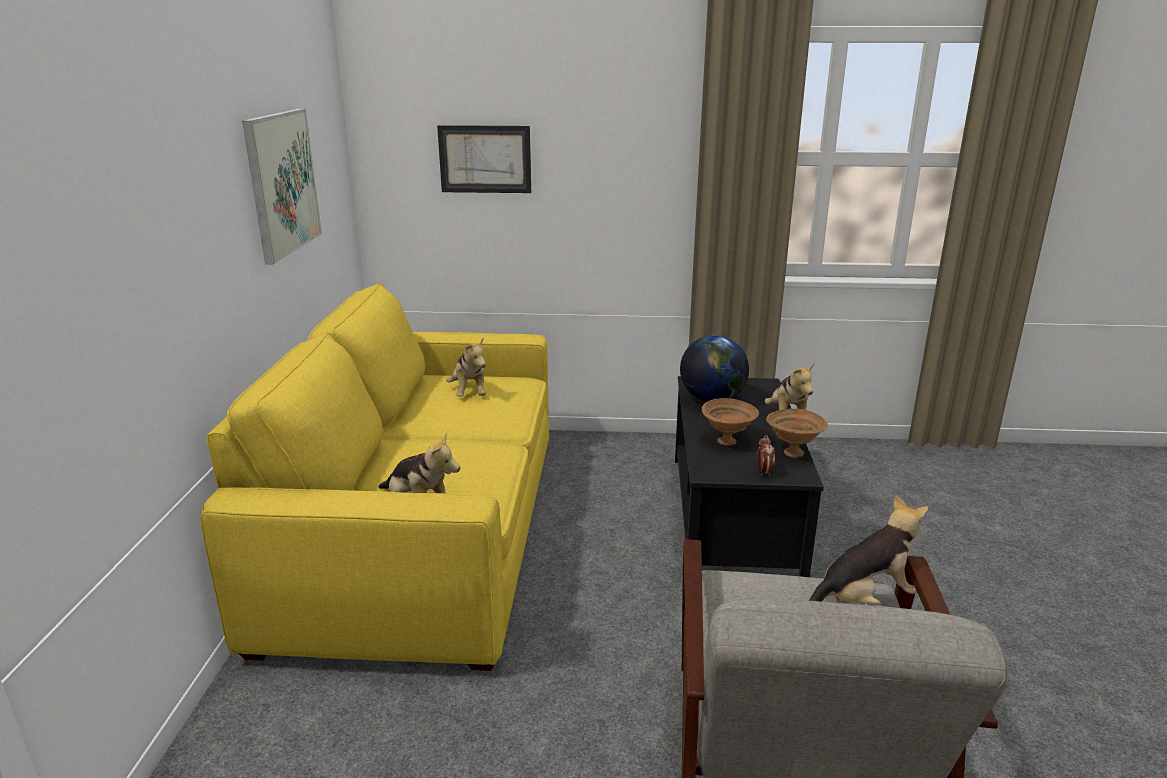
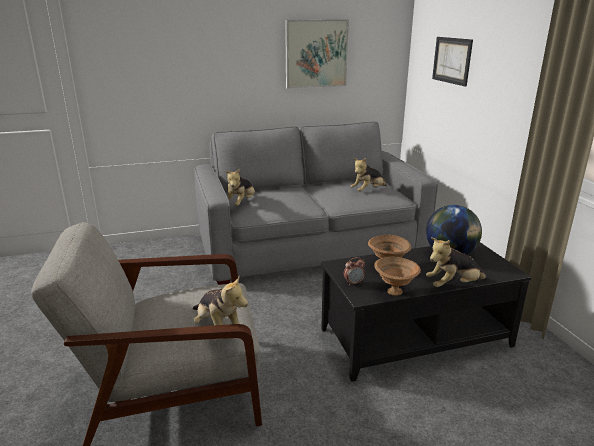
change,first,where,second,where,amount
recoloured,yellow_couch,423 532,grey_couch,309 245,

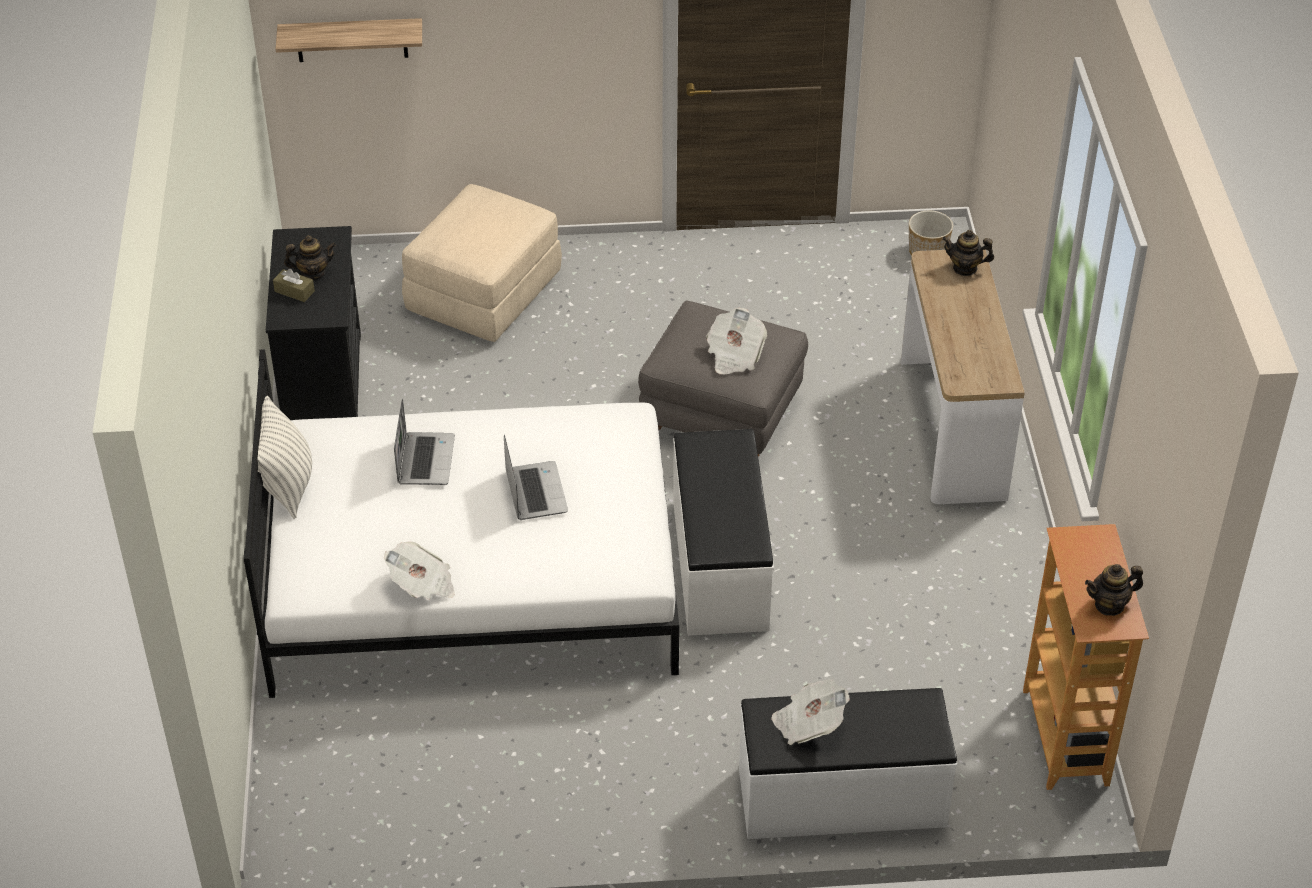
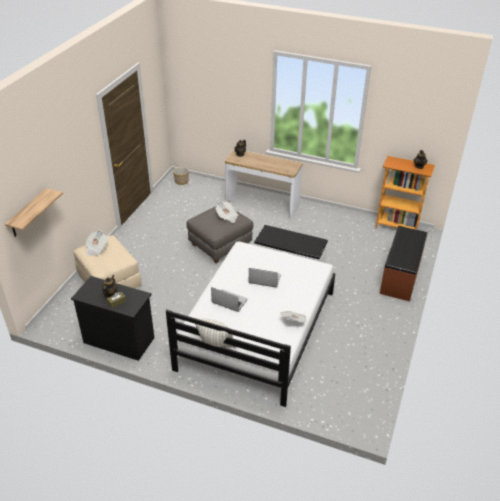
change,first,where,second,where,amount
moved,daily_paper,808 724,,96 249,
recoloured,whitish_indoor_bench,842 798,brownish_indoor_bench,401 276,

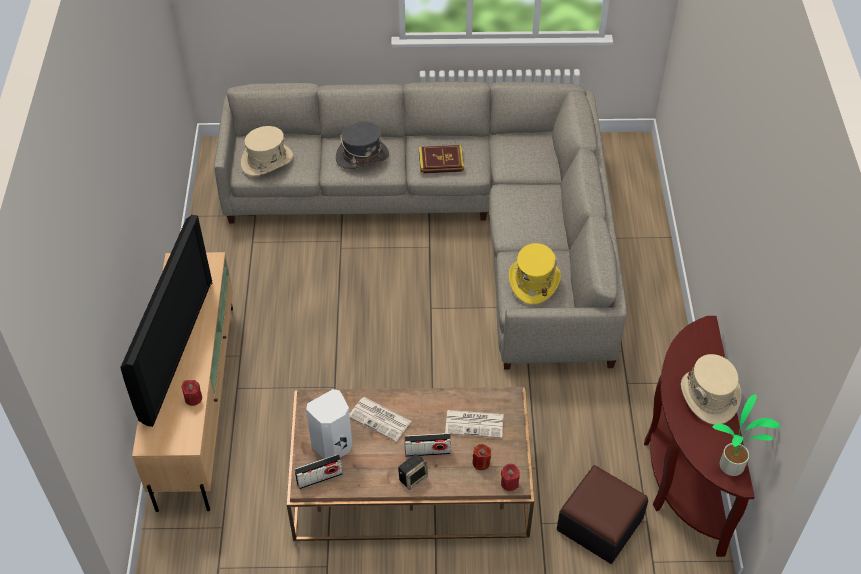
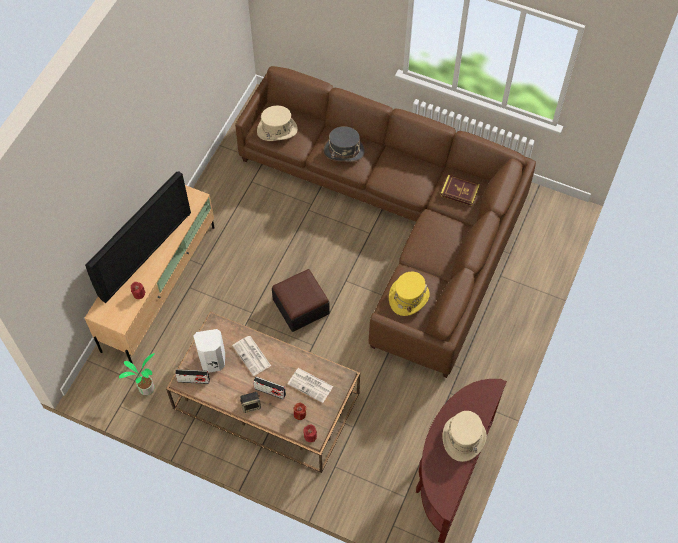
change,first,where,second,where,amount
moved,volume,441 161,,459 191,
moved,ottoman,600 524,,301 306,
moved,potted_plant,732 467,,146 389,
recoloured,grey_couch,453 220,brownish_couch,397 218,

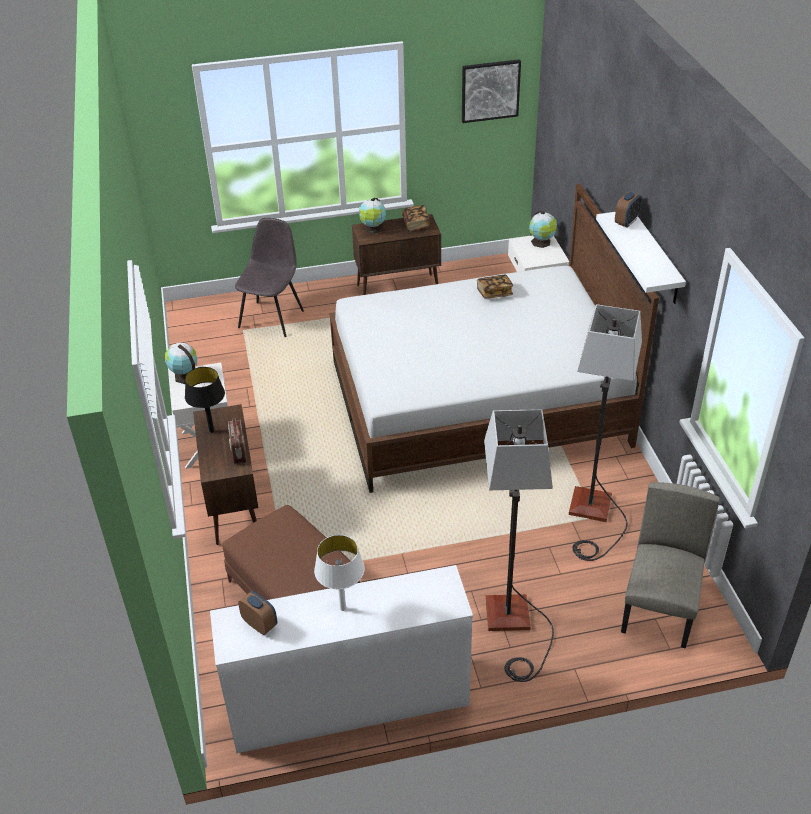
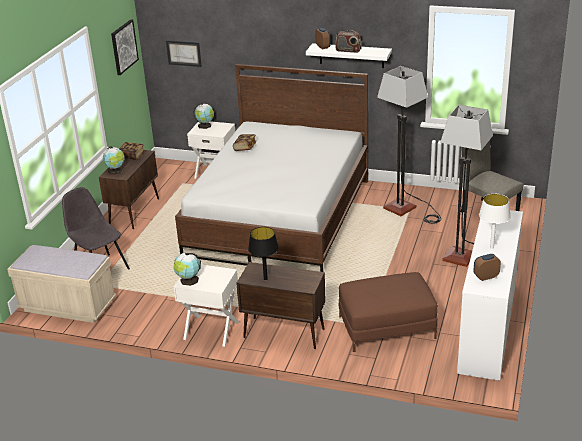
change,first,where,second,where,amount
added,,,sand-coloured_indoor_bench,67 306,
added,,,picture,184 53,
moved,radio,238 451,,348 50,

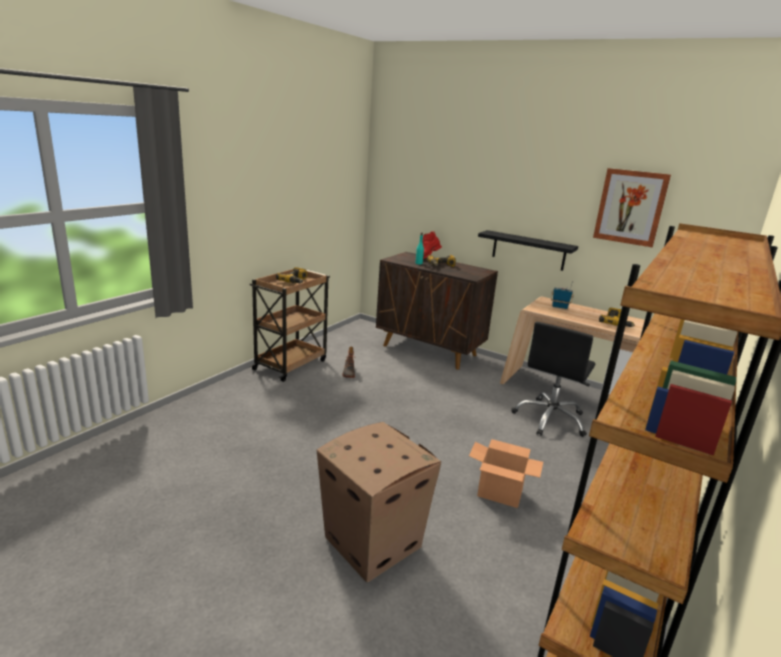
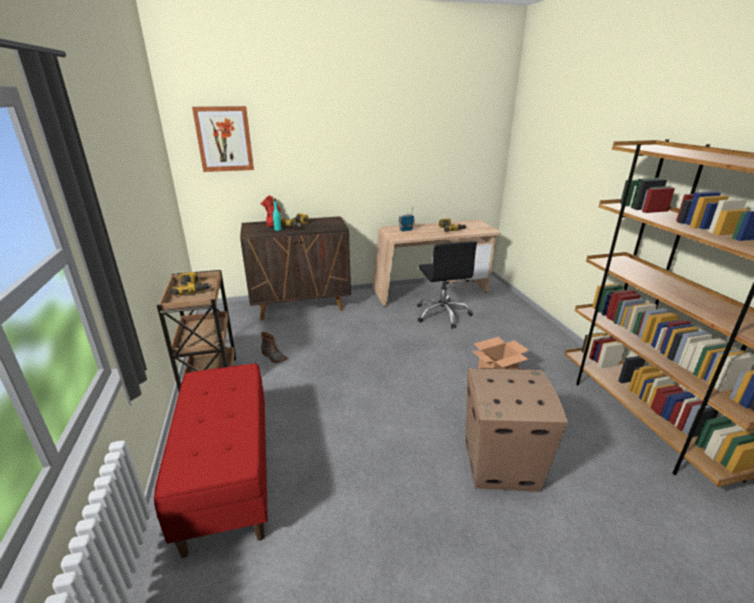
change,first,where,second,where,amount
removed,black-coloured_wall_shelf,528 250,,,
added,,,reddish_indoor_bench,227 476,
moved,picture,630 207,,224 139,

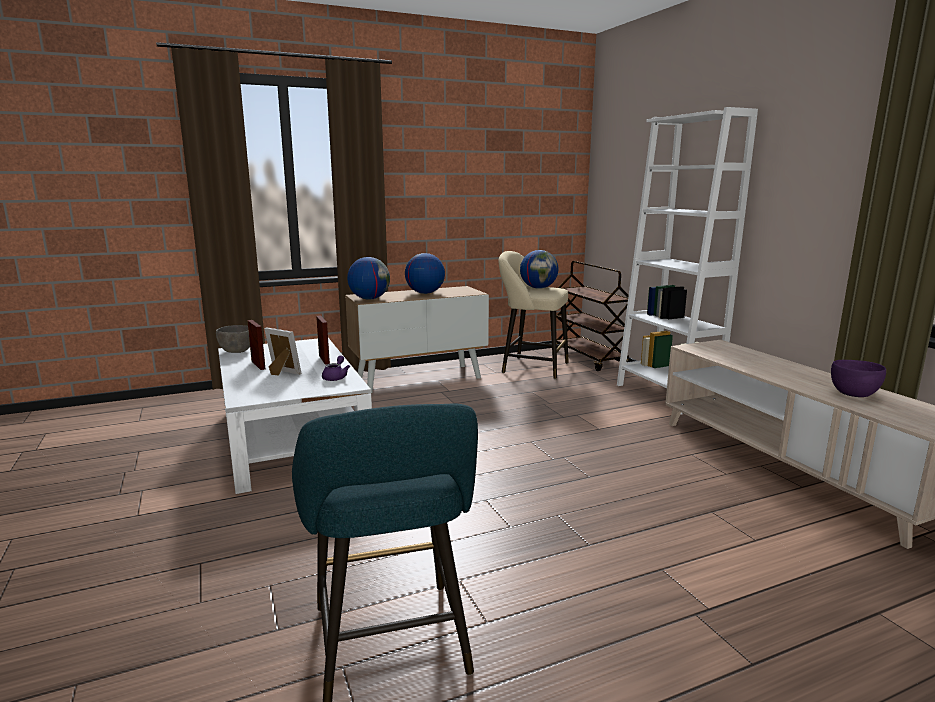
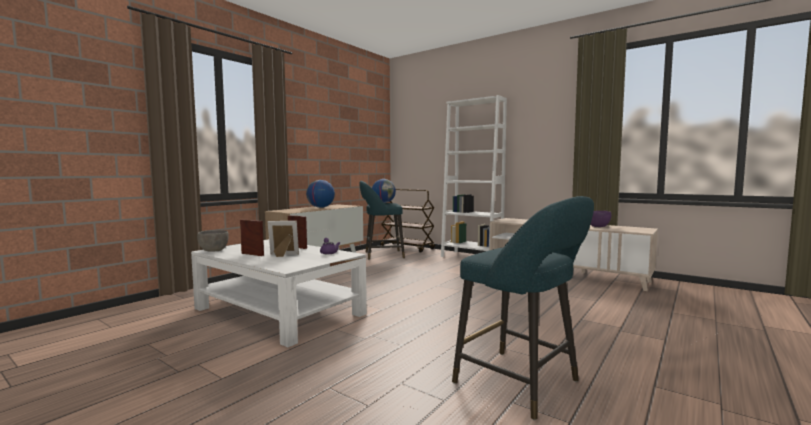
change,first,where,second,where,amount
removed,globe,369 299,,,
recoloured,sand-coloured_stool,531 367,turquoise_stool,381 255,

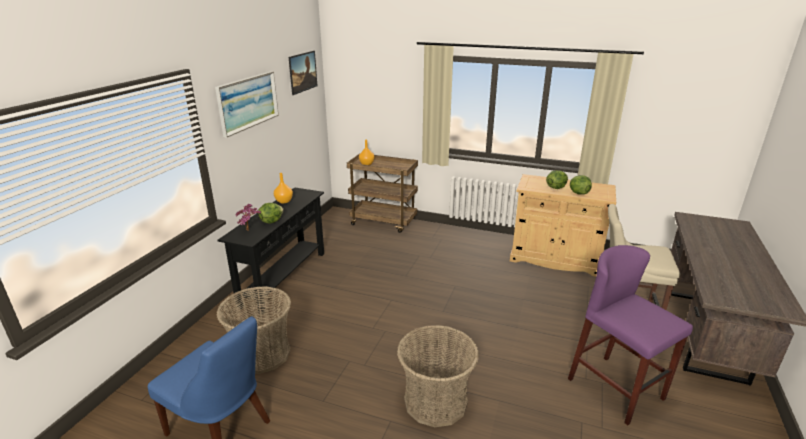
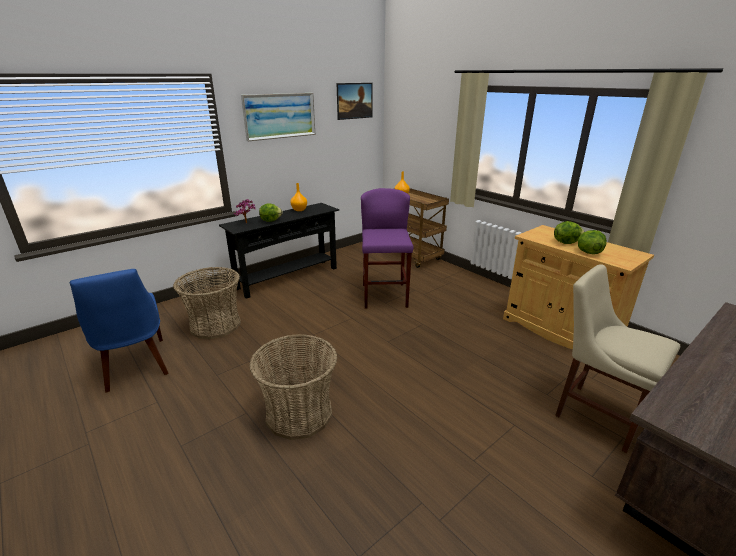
change,first,where,second,where,amount
moved,purplish_stool,615 389,,384 295,

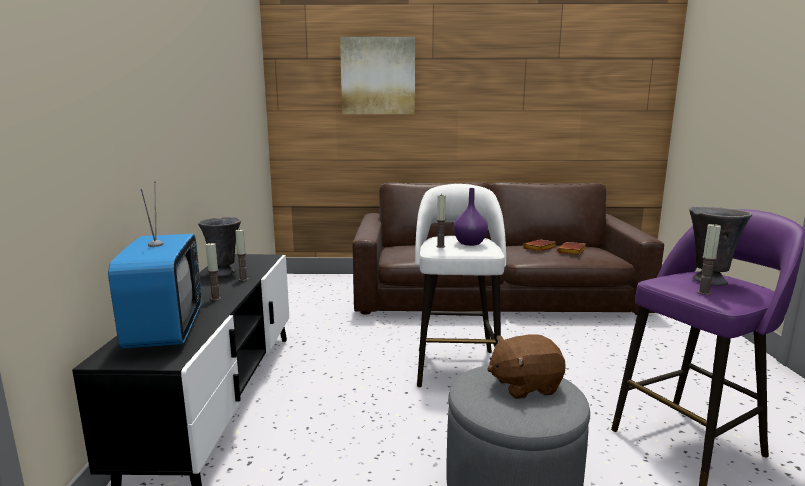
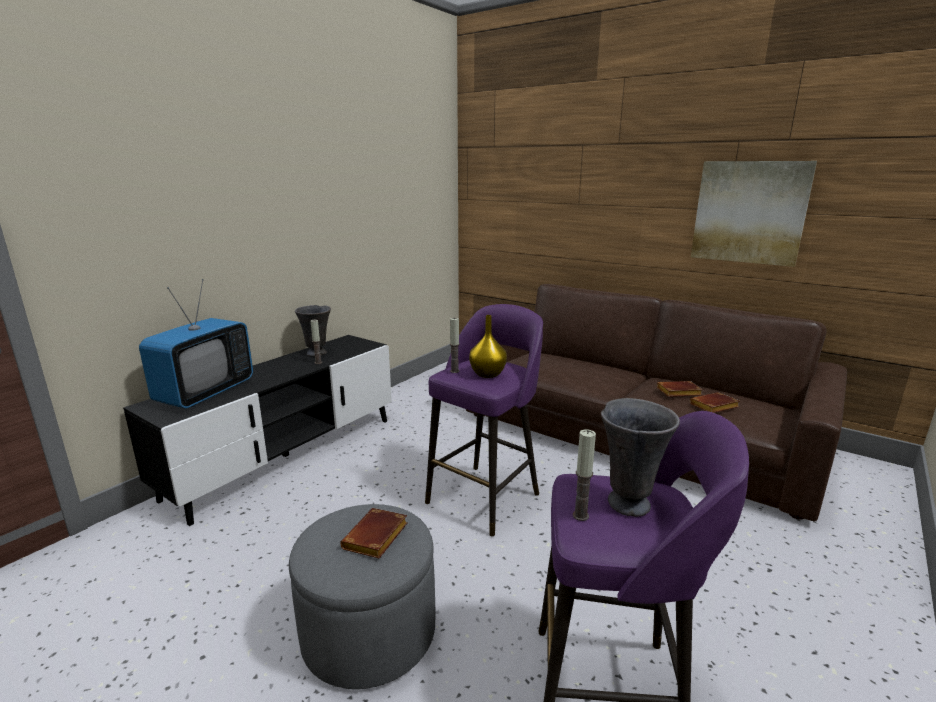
change,first,where,second,where,amount
removed,candle,215 298,,,
moved,picture,378 76,,749 212,
replaced,brownish_cuddly_toy,524 385,brownish_volume,376 539,
recoloured,whitish_stool,457 366,purplish_stool,485 497,
recoloured,purplish_decorative_vase,469 243,yellow_decorative_vase,487 374,

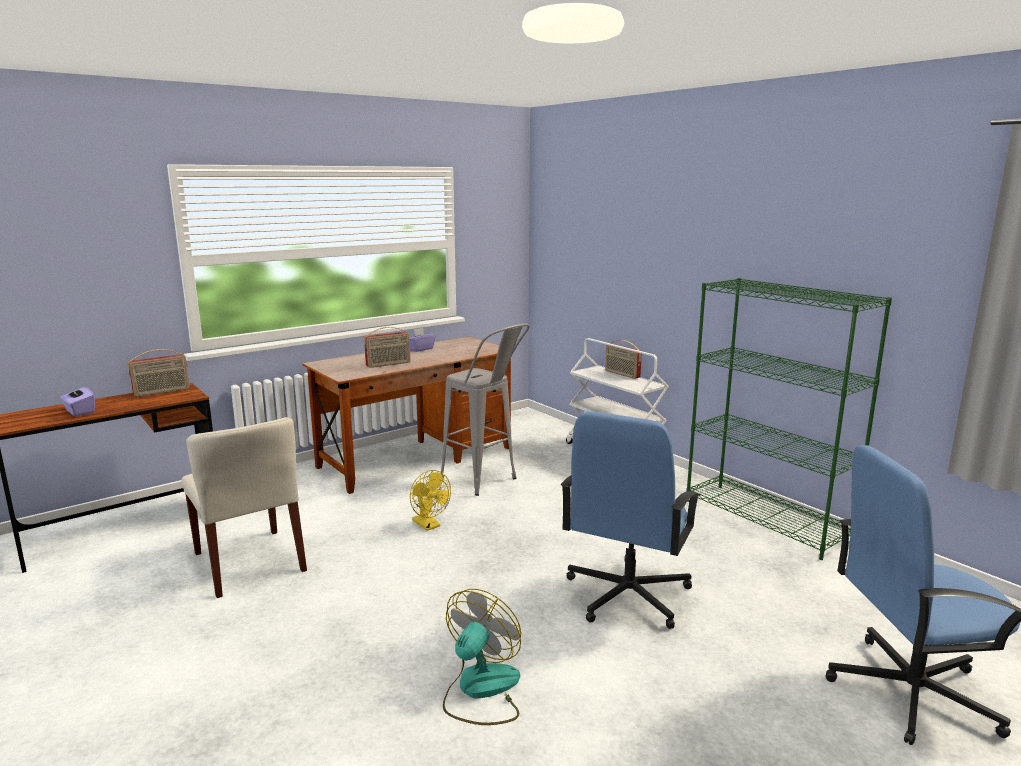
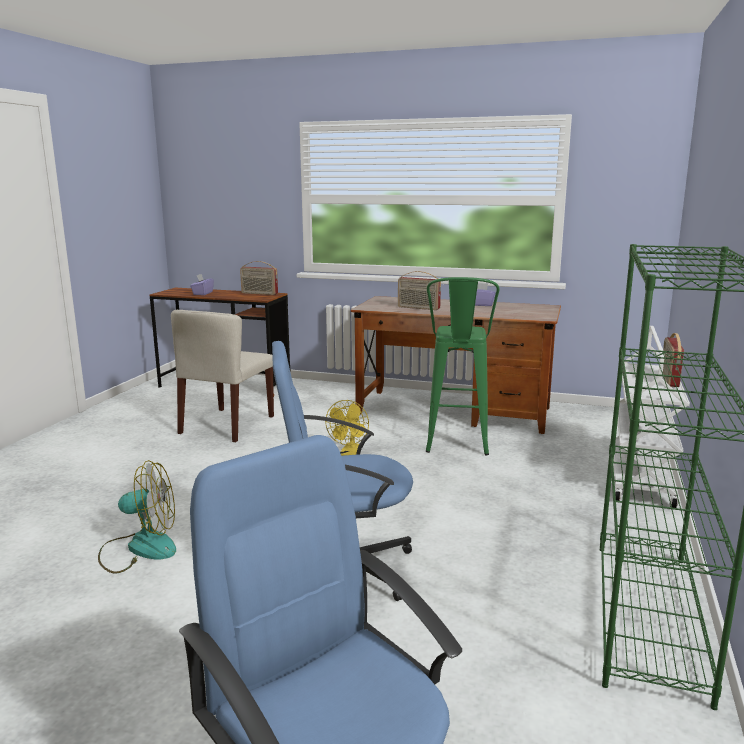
change,first,where,second,where,amount
recoloured,grey_stool,486 483,green_stool,457 448,

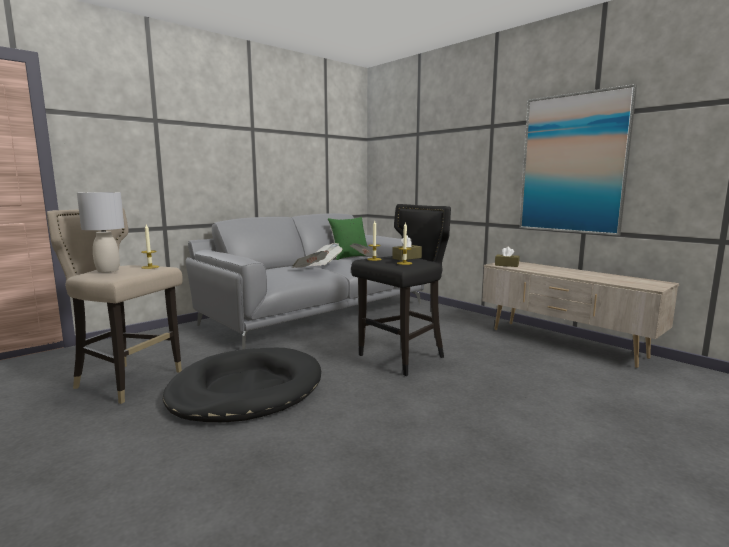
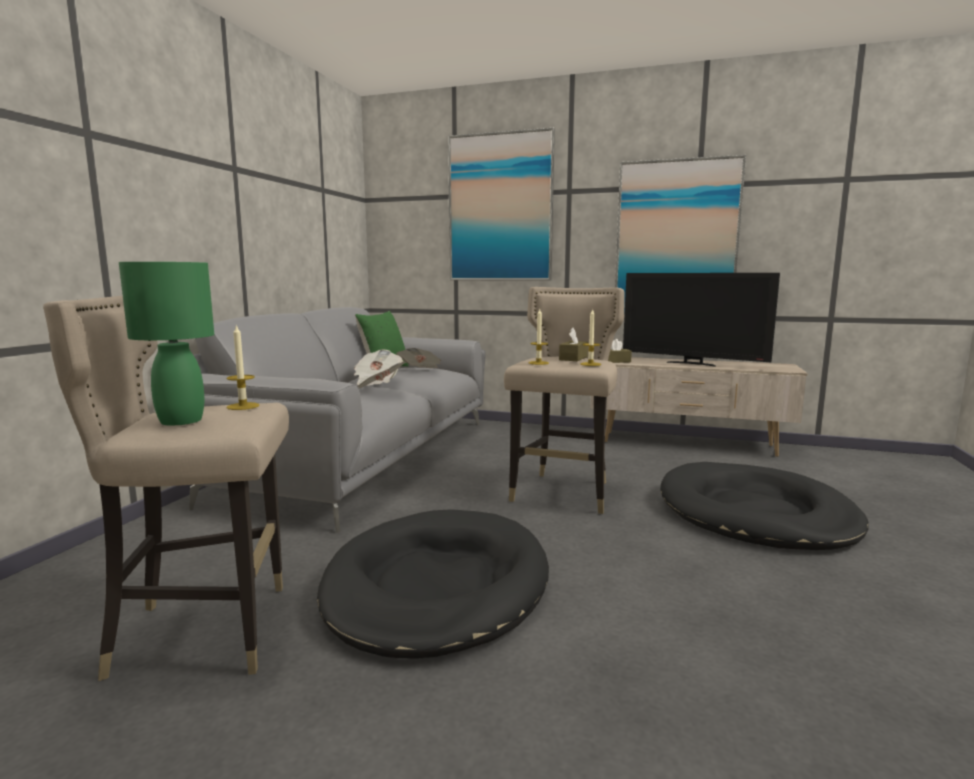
change,first,where,second,where,amount
added,,,picture,500 208,
added,,,television,692 364,
added,,,black-coloured_pet_bed,755 513,
recoloured,grey_tabletop_lamp,107 270,green_tabletop_lamp,180 421,
recoloured,black-coloured_stool,402 358,sand-coloured_stool,564 493,

